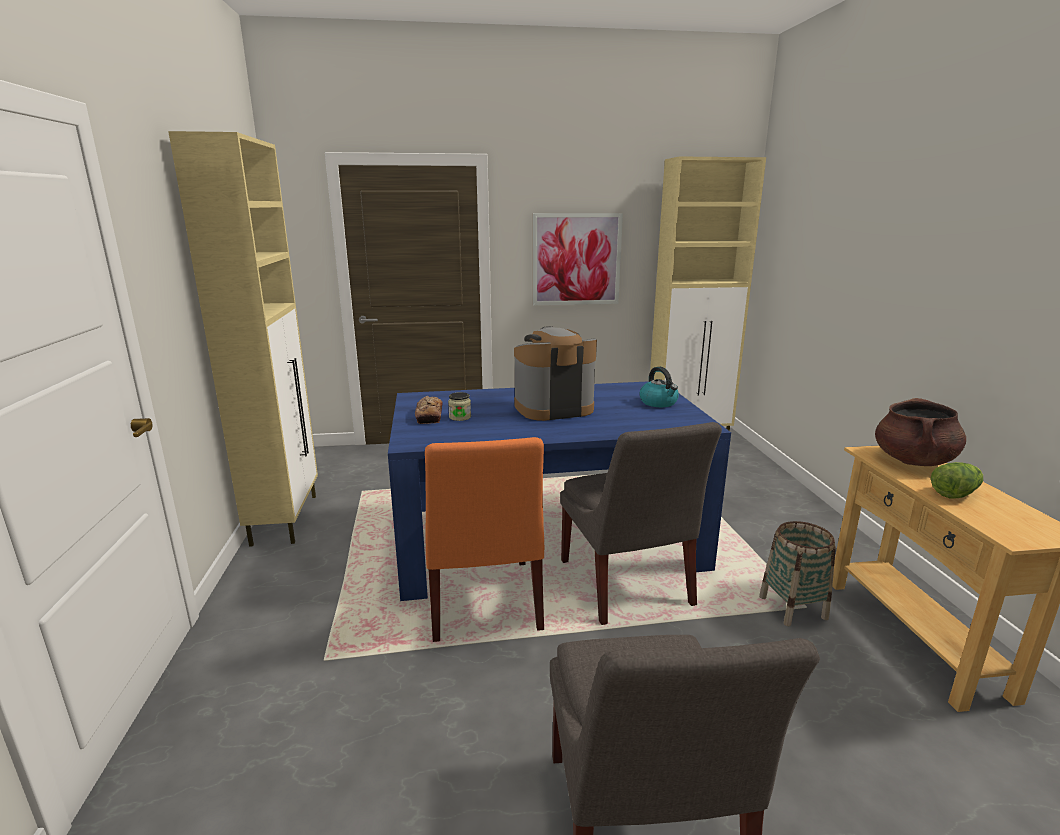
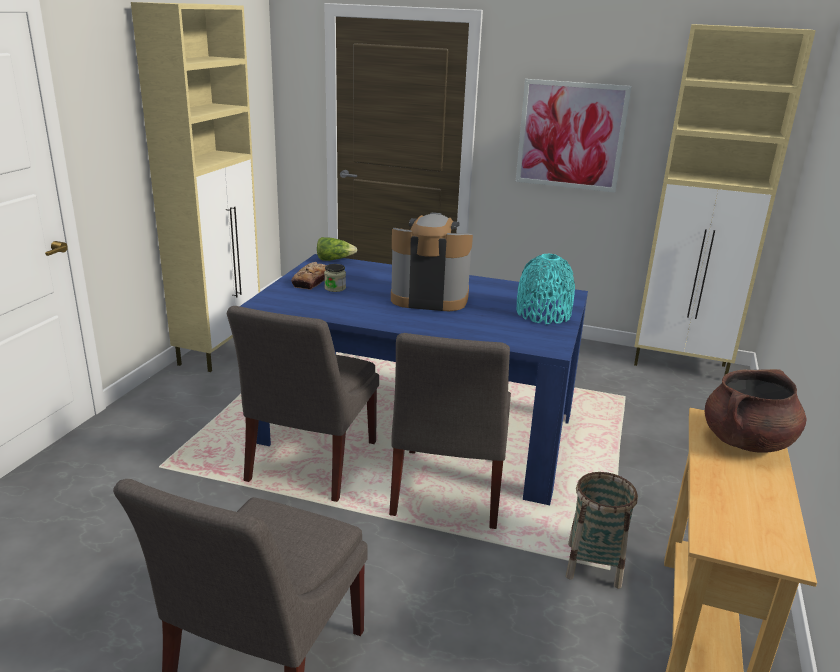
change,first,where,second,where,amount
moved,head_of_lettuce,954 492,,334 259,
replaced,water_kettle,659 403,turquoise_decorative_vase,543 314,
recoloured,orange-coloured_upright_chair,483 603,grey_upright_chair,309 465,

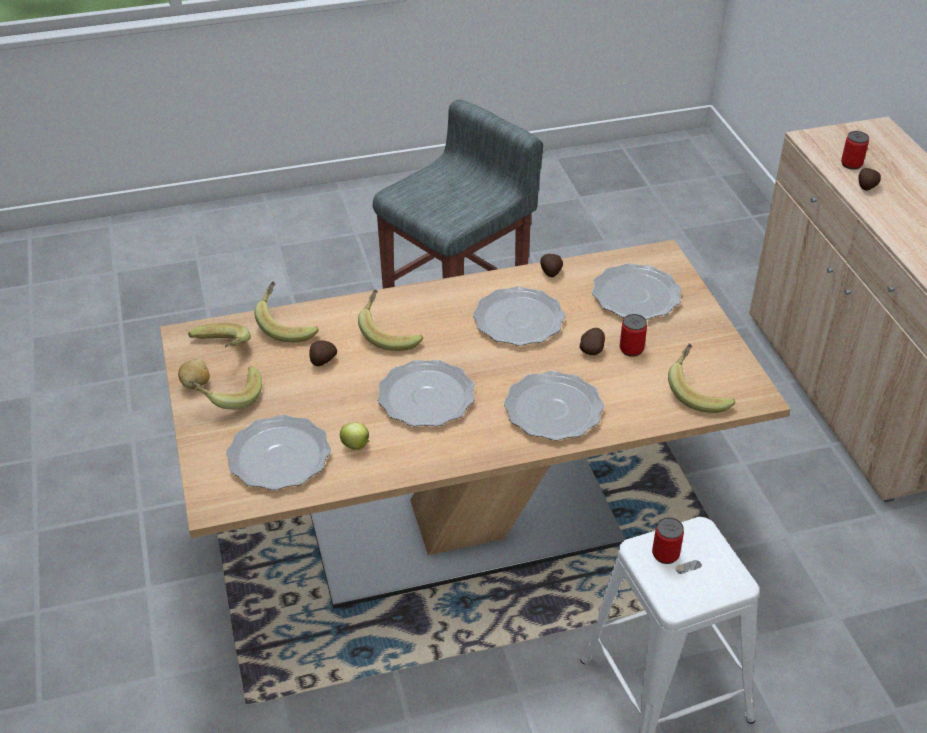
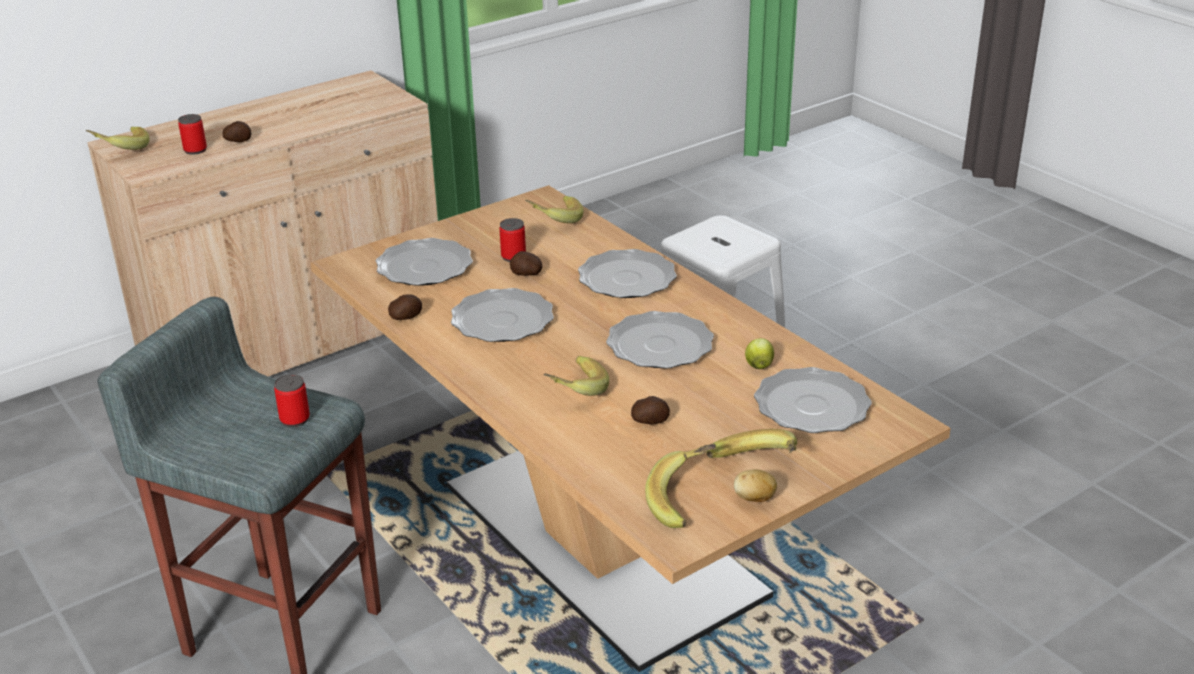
change,first,where,second,where,amount
moved,banana_fruit,288 325,,121 149,
moved,metal_can,665 554,,295 419,

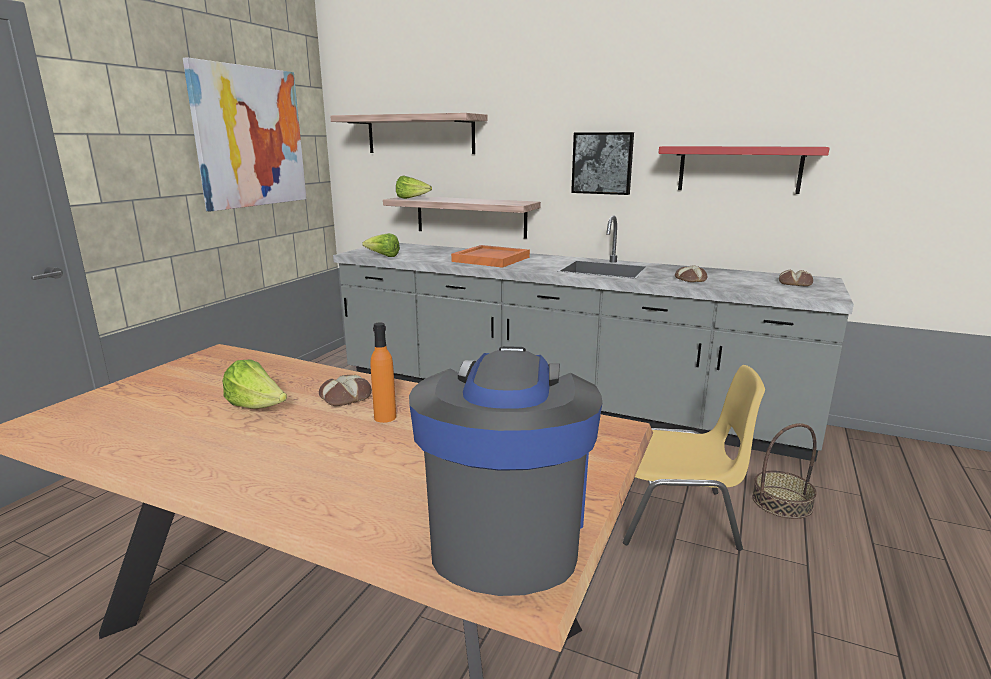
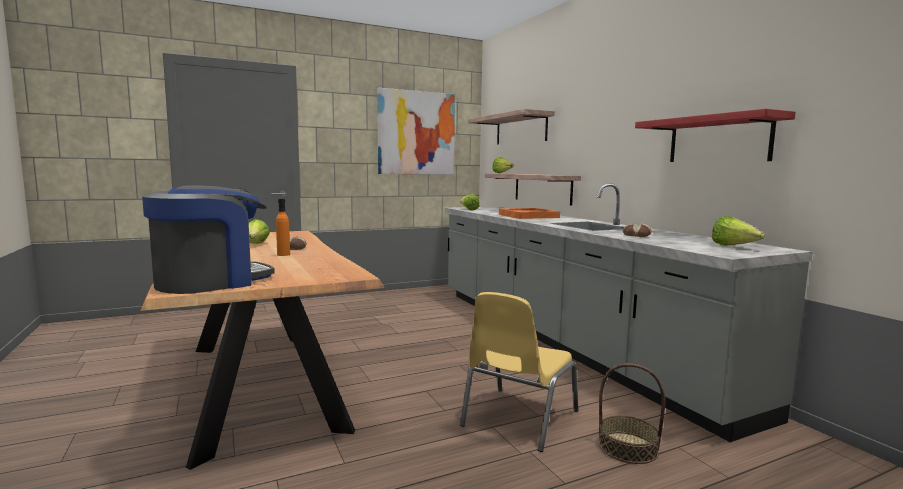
change,first,where,second,where,amount
removed,picture,602 163,,,
replaced,bakery_bread,795 283,head_of_lettuce,733 246,
turned,yellow_upright_chair,676 516,,517 418,75 degrees clockwise

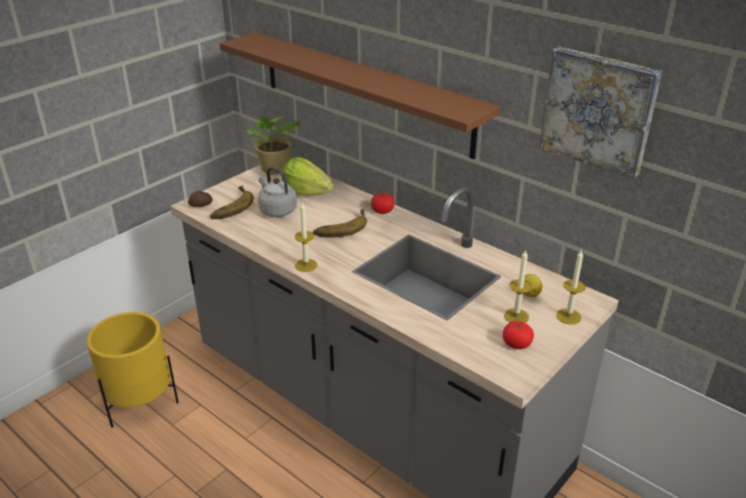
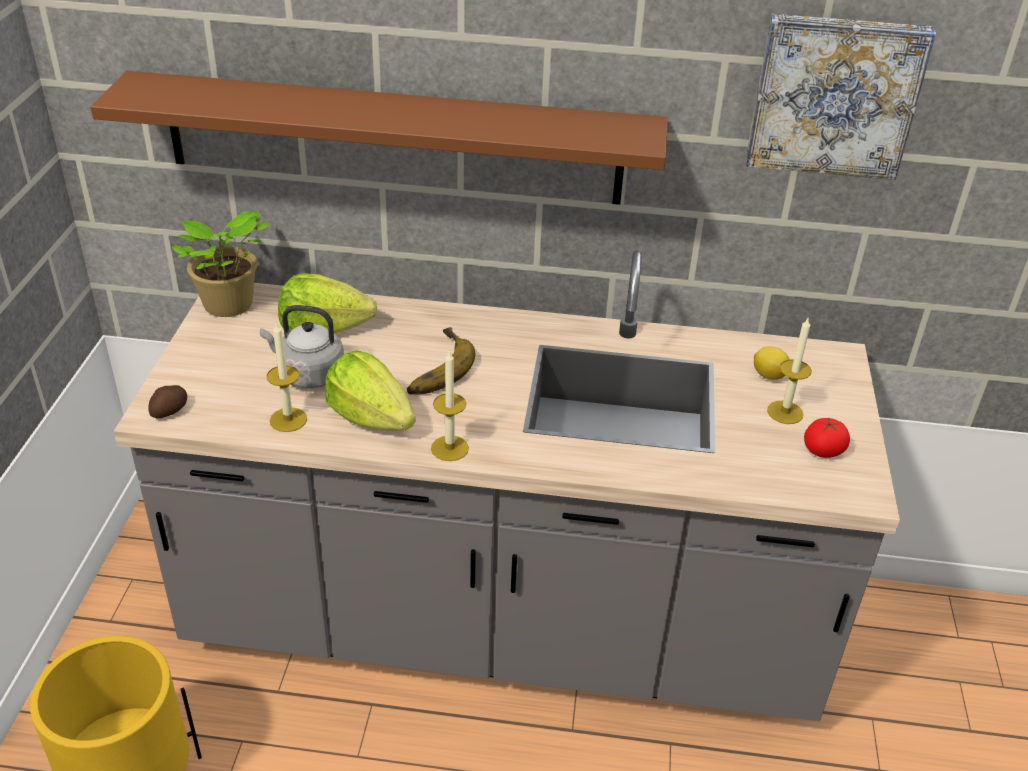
change,first,where,second,where,amount
removed,banana_fruit,229 206,,,
removed,fresh_tomato,382 211,,,
added,,,head_of_lettuce,371 417,
moved,candle,568 316,,288 419,

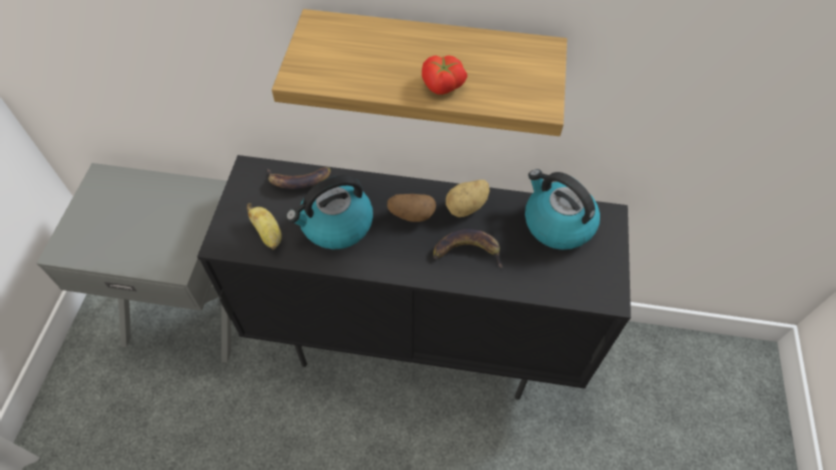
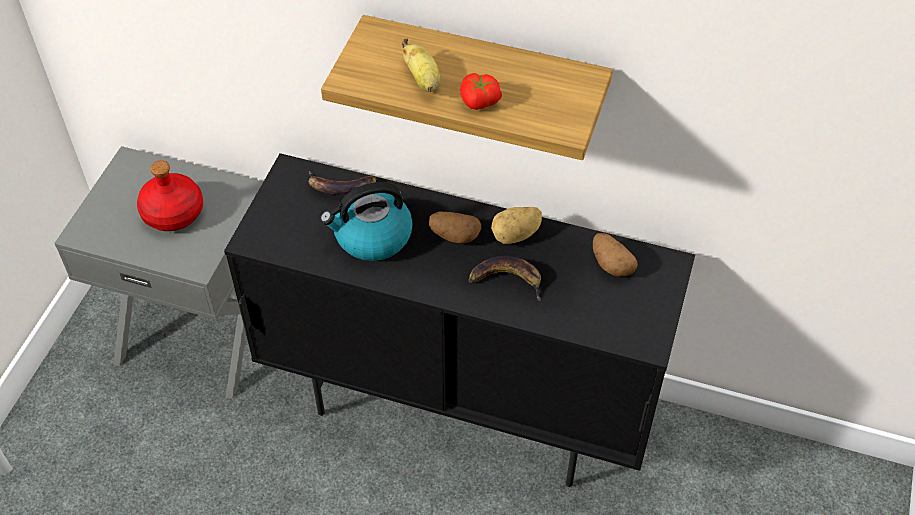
change,first,where,second,where,amount
added,,,reddish_beverage_bottle,174 212,
moved,banana_fruit,268 234,,423 80,
replaced,water_kettle,557 223,whole_potato,610 264,

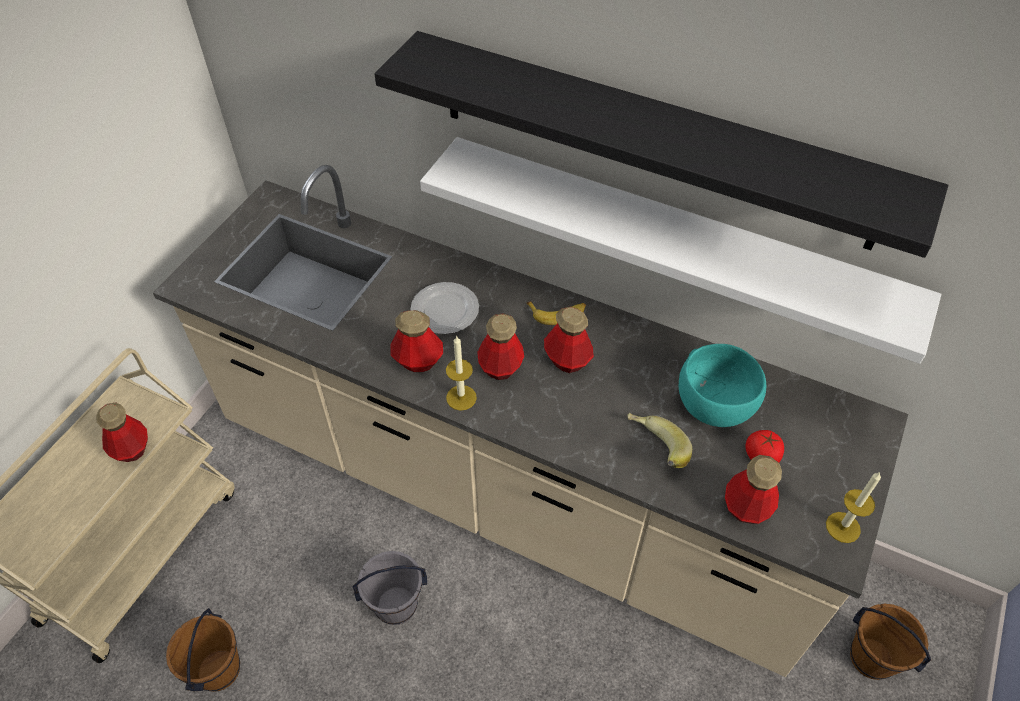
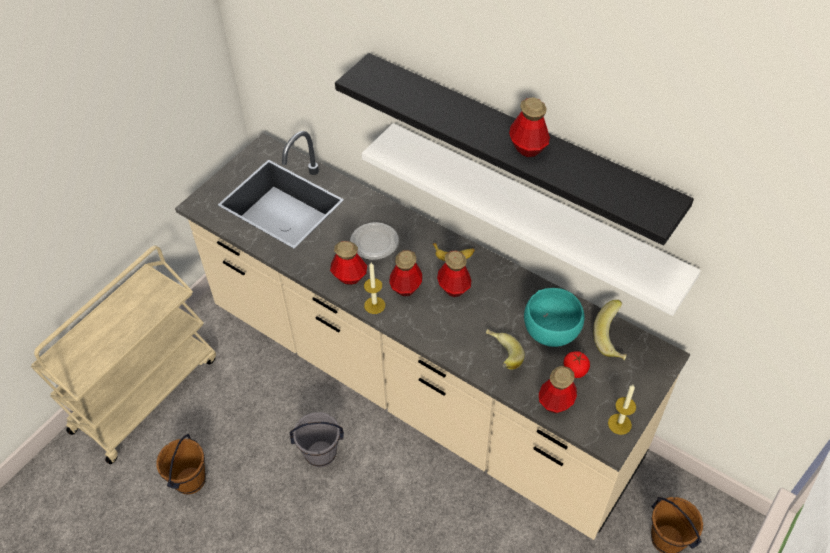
change,first,where,second,where,amount
added,,,banana_fruit,613 339,
moved,beverage_bottle,131 449,,528 147,

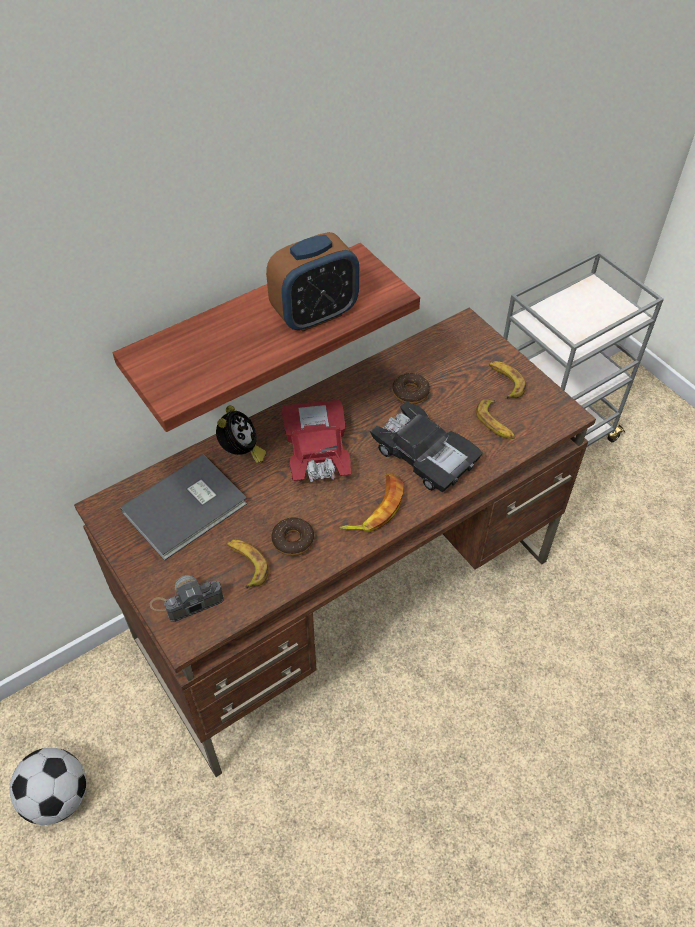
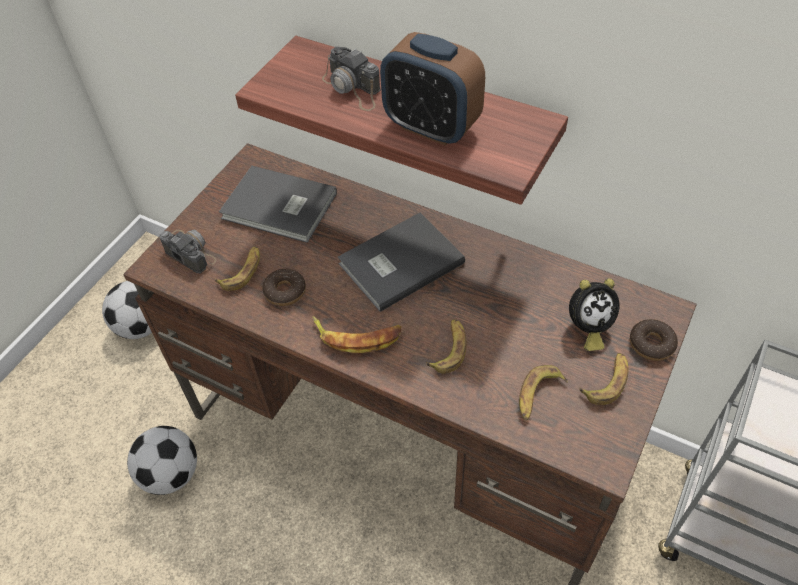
change,first,where,second,where,amount
added,,,ball_for_football,171 474,
added,,,photo_camera,353 88,
moved,bedside_clock,241 452,,587 328,
moved,donut,410 393,,651 344,
replaced,reddish_miniature_car,316 450,grey_volume,398 262,
replaced,black-coloured_miniature_car,424 455,banana_fruit,449 349,

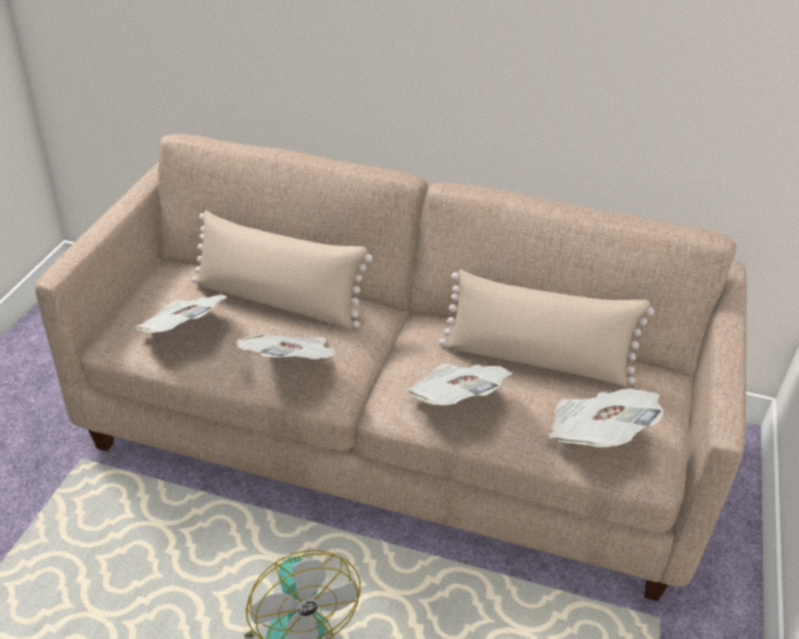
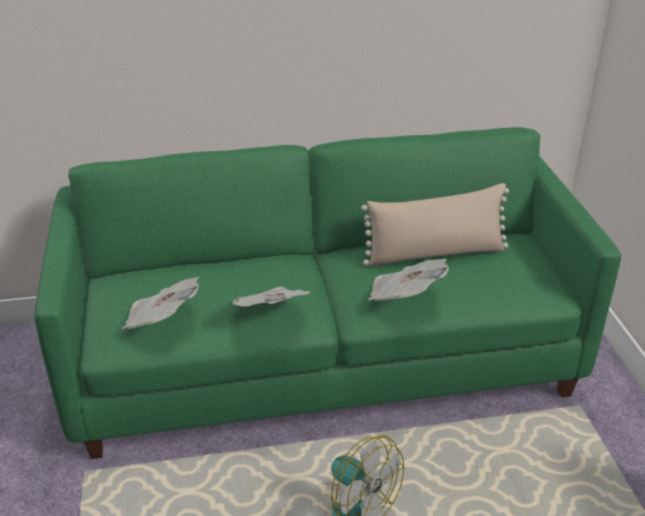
change,first,where,second,where,amount
removed,sand-coloured_pillow,278 301,,,
removed,daily_paper,596 435,,,
recoloured,sand-coloured_couch,395 433,green_couch,323 358,

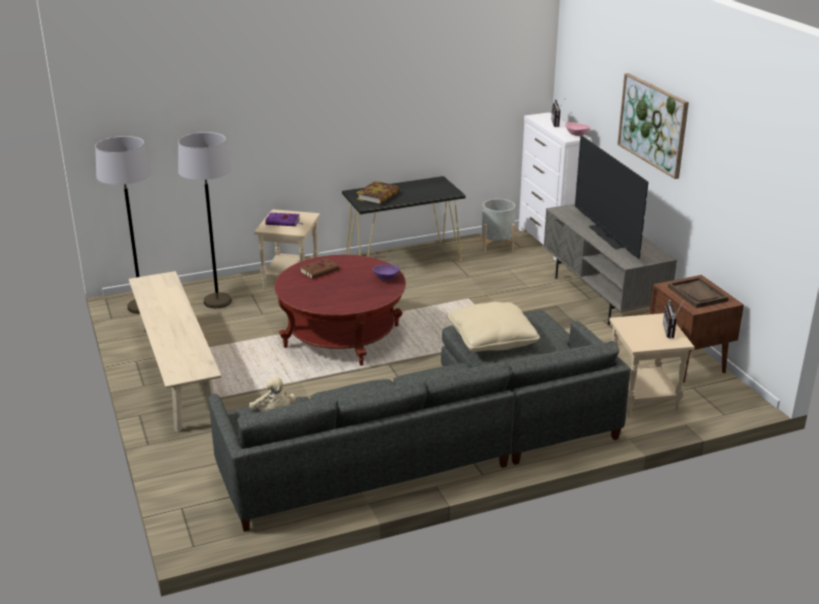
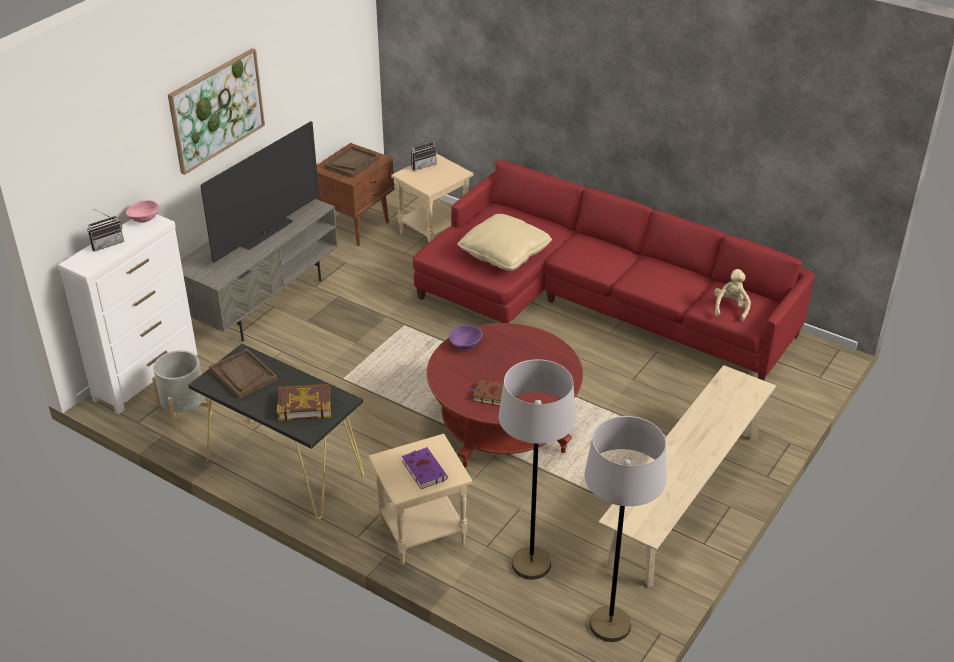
change,first,where,second,where,amount
added,,,brownish_serving_tray,243 375,
recoloured,grey_couch,439 438,reddish_couch,594 300,

